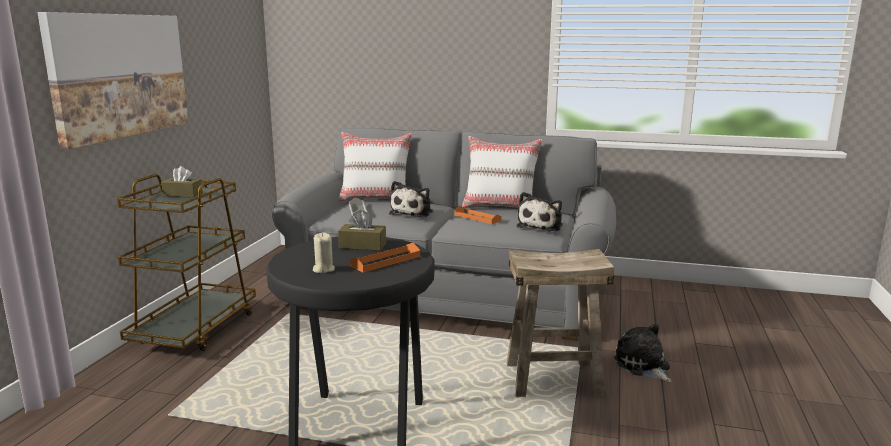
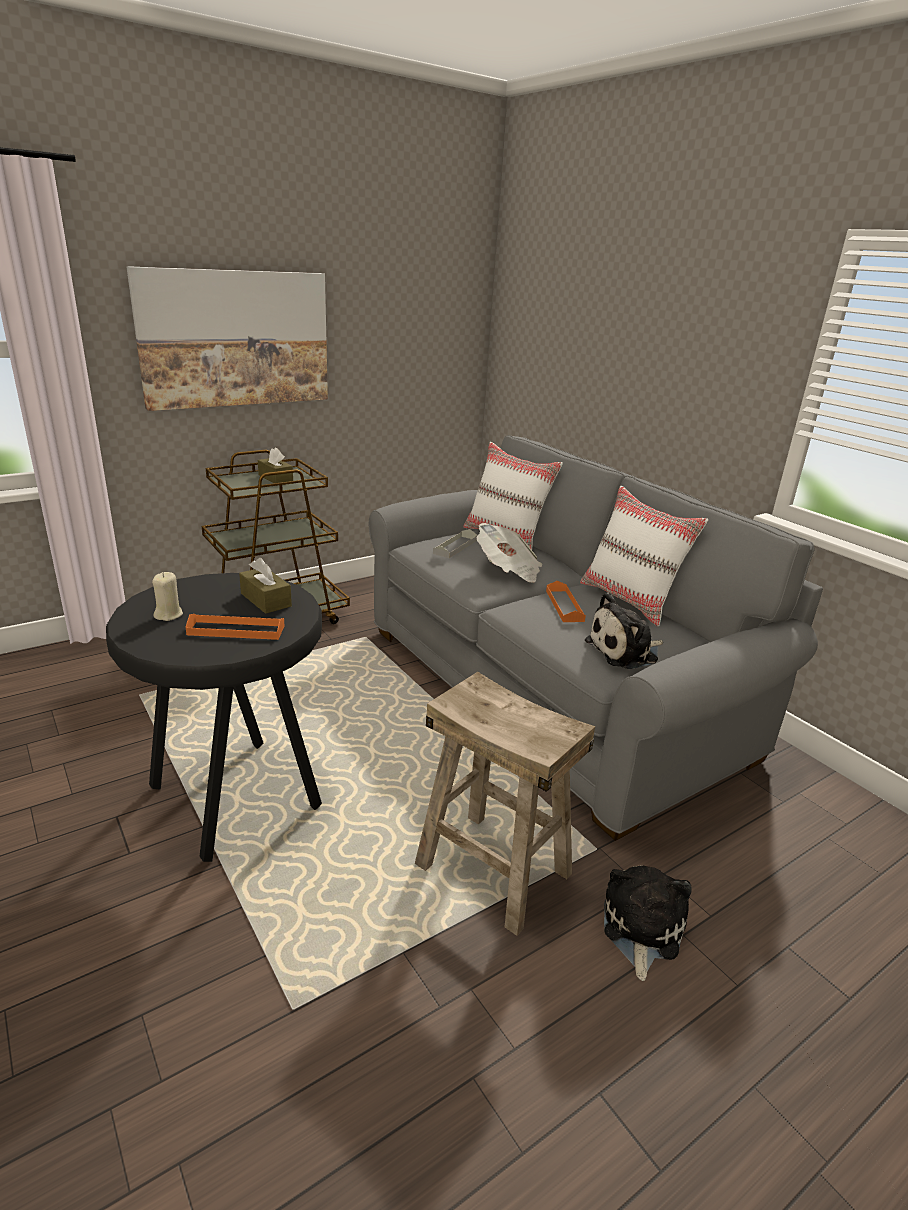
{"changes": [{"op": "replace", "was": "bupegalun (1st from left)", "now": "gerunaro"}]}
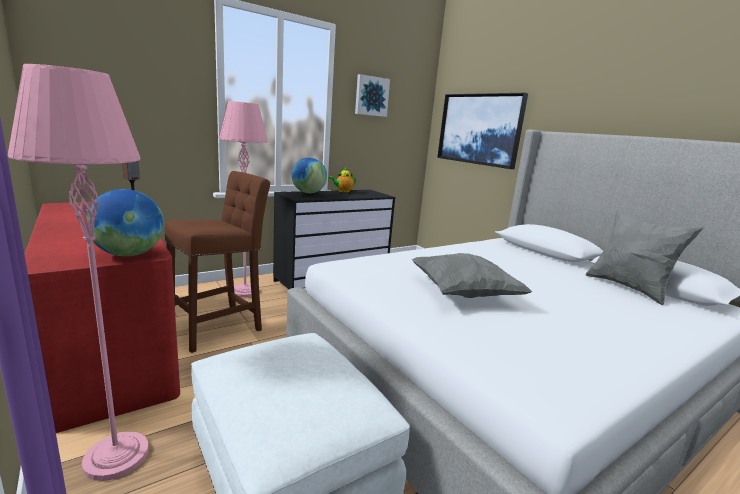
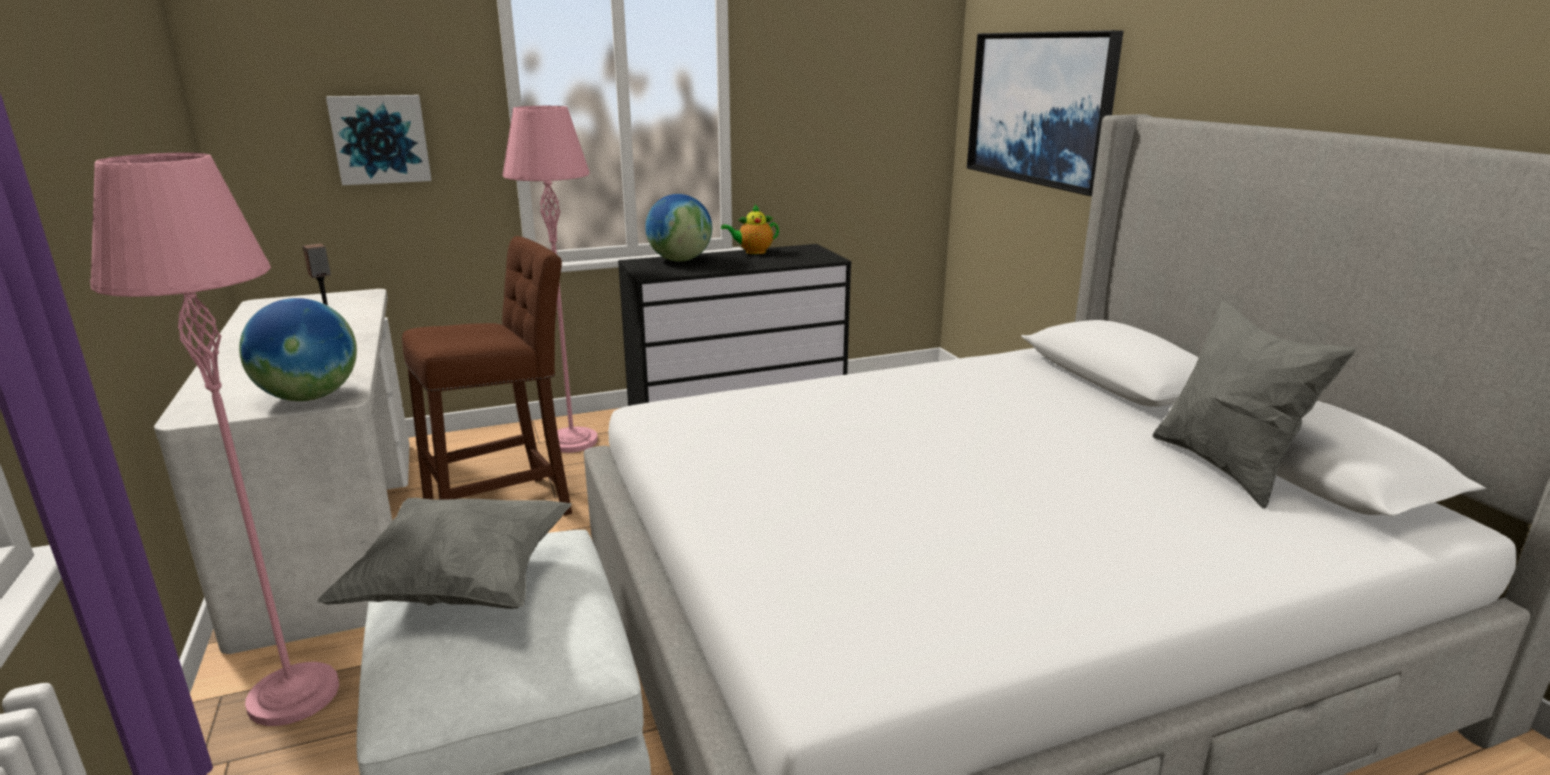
{"changes": [{"op": "move", "was": "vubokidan (1st from left)"}, {"op": "move", "was": "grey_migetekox (1st from left)"}, {"op": "recolor", "was": "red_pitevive", "now": "white_pitevive"}]}
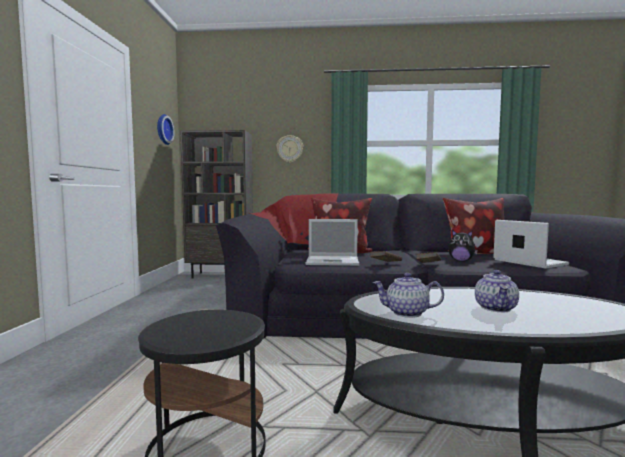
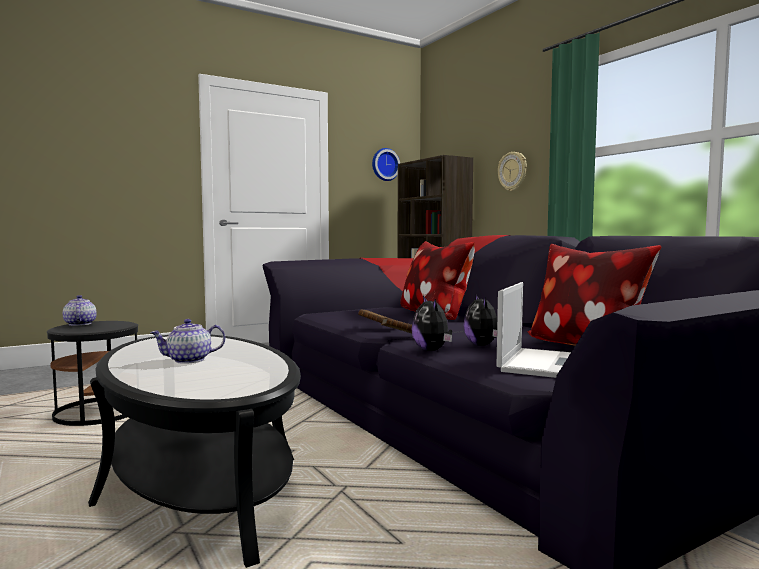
{"changes": [{"op": "delete", "was": "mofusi (1st from left)"}, {"op": "insert", "now": "bupegalun (1st from left)"}, {"op": "move", "was": "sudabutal (1st from left)"}]}
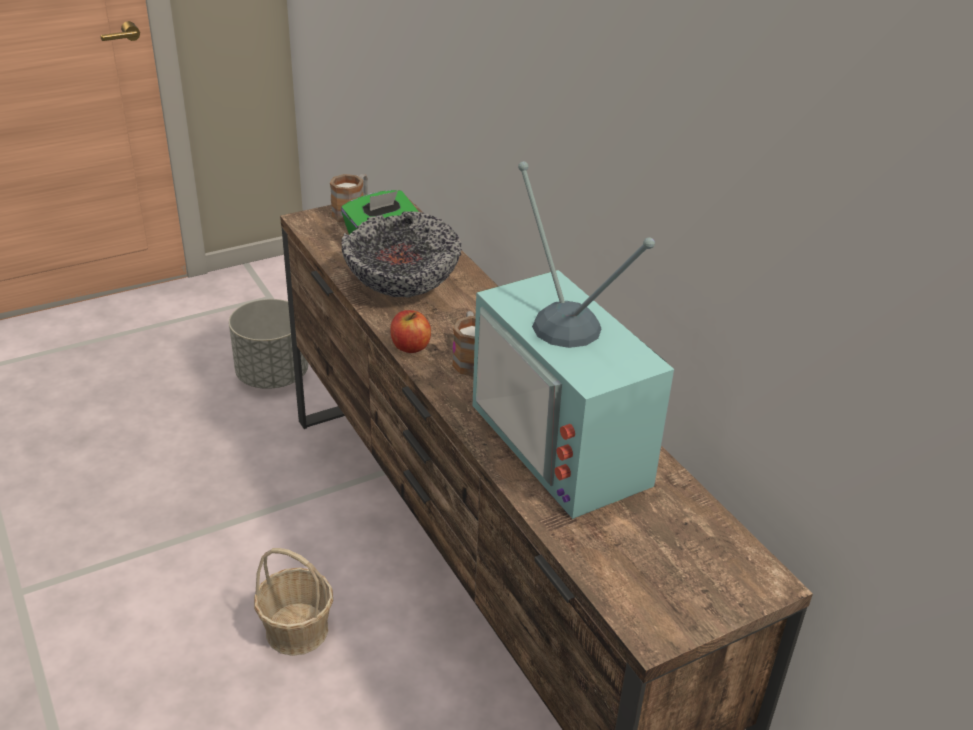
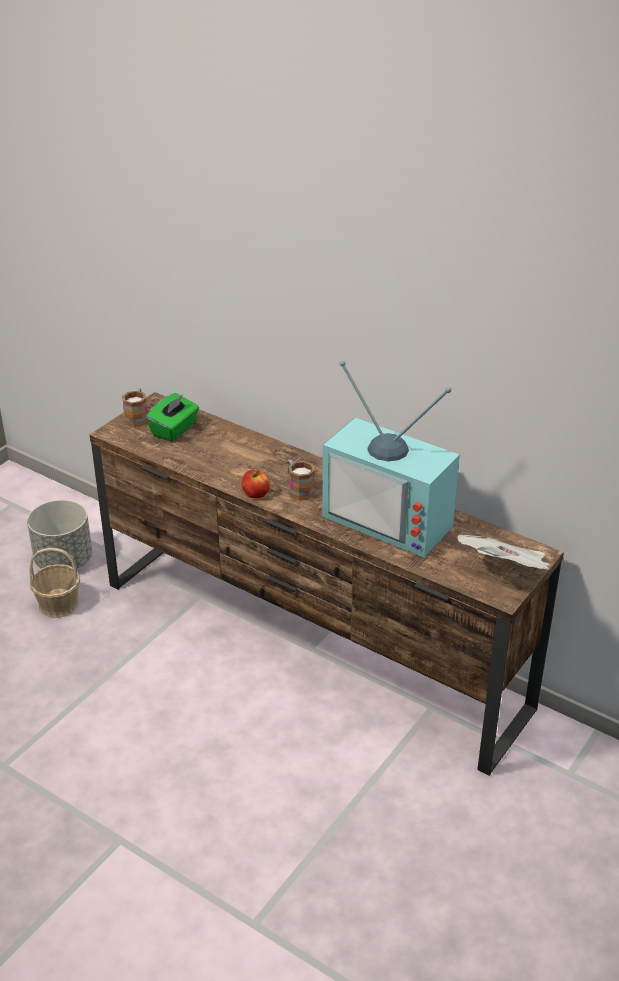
{"changes": [{"op": "delete", "was": "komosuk"}, {"op": "insert", "now": "gerunaro"}, {"op": "move", "was": "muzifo"}]}
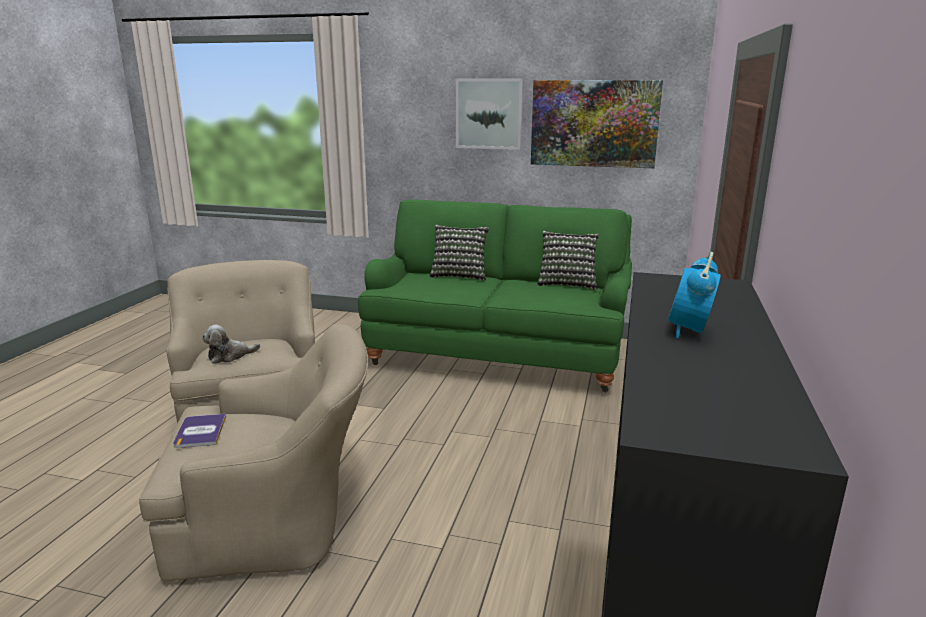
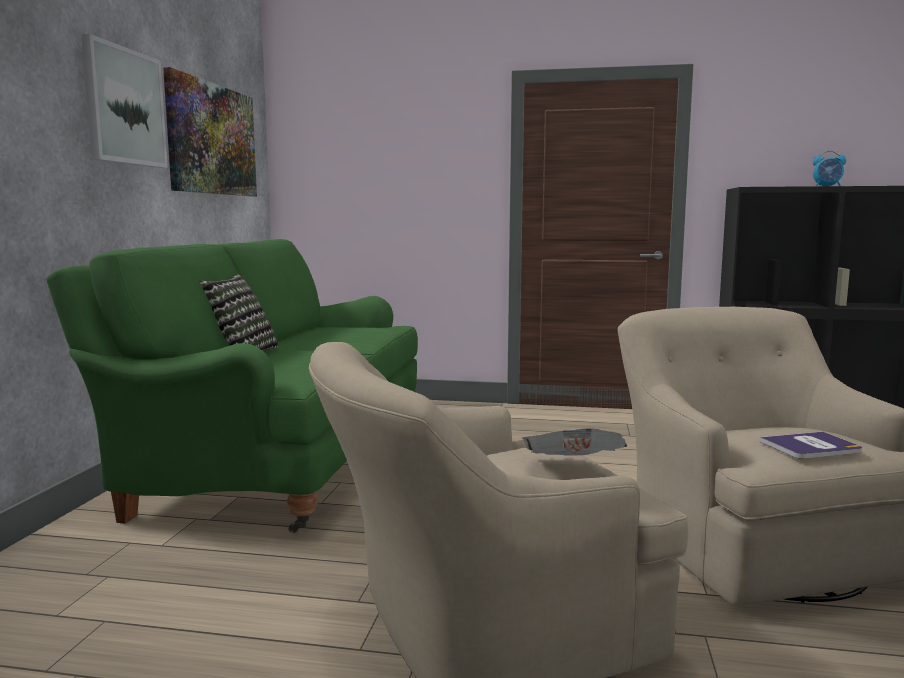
{"changes": [{"op": "delete", "was": "migetekox (2nd from left)"}, {"op": "replace", "was": "bupegalun", "now": "gerunaro"}]}
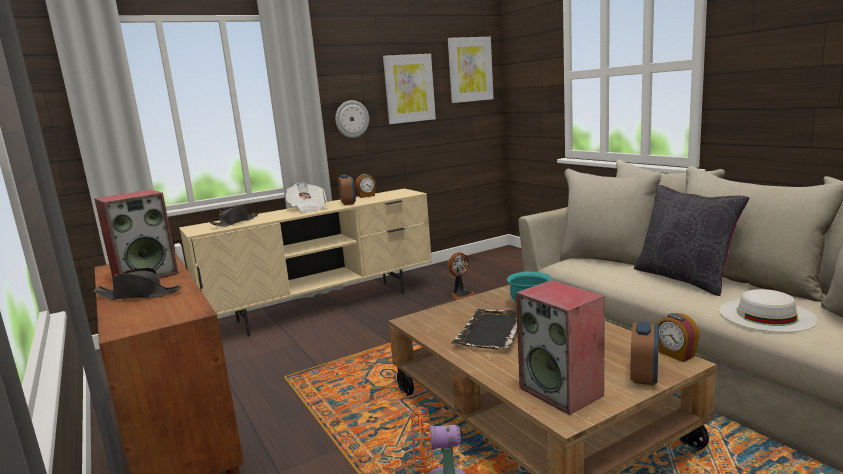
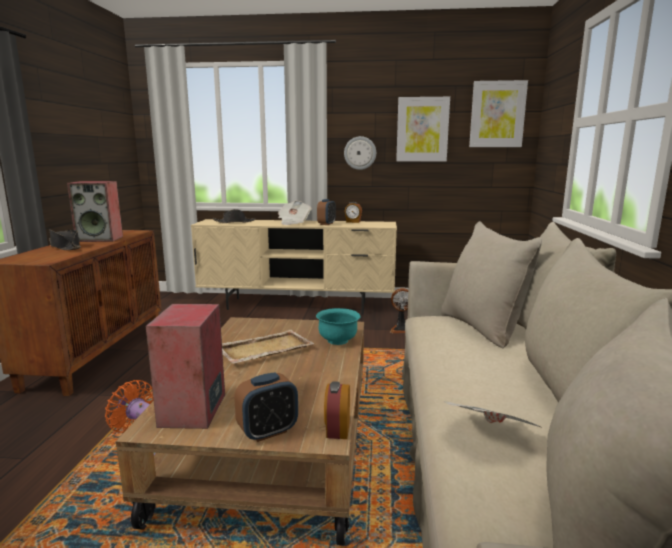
{"changes": [{"op": "delete", "was": "black_migetekox"}, {"op": "replace", "was": "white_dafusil", "now": "gerunaro (2nd from left)"}, {"op": "recolor", "was": "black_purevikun", "now": "beige_purevikun"}]}
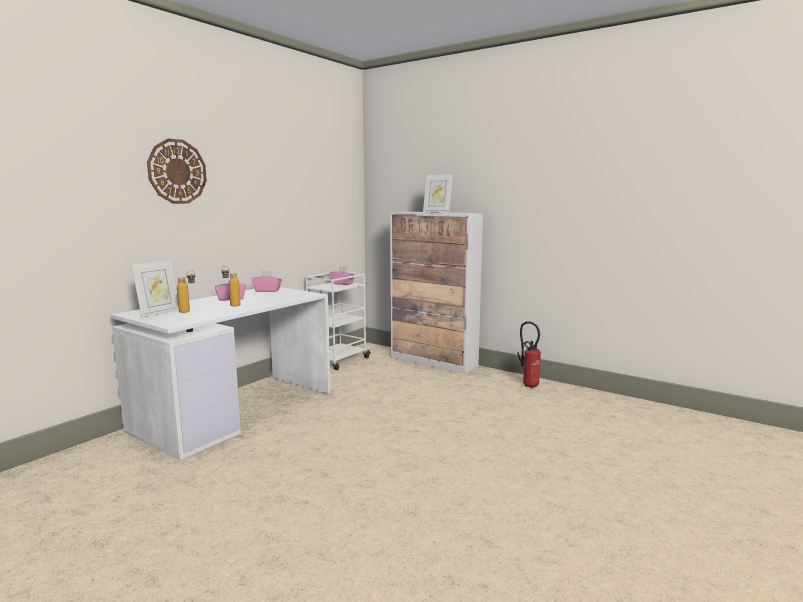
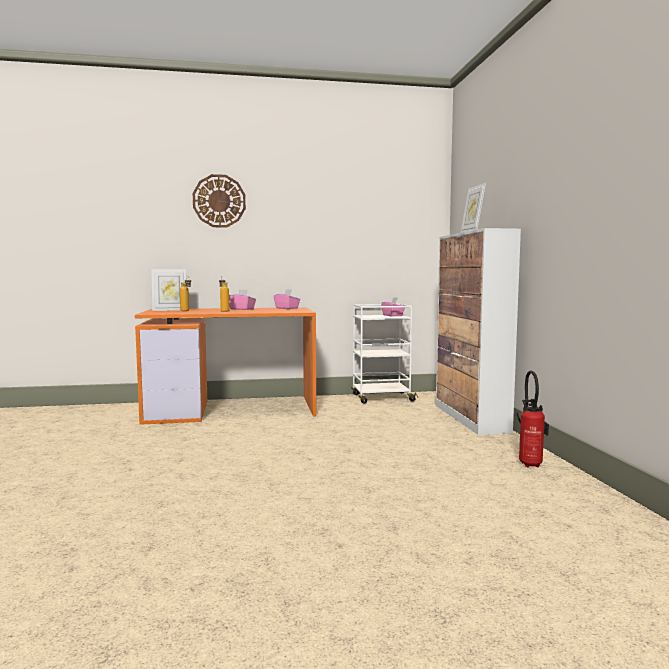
{"changes": [{"op": "recolor", "was": "white_pitevive", "now": "orange_pitevive"}]}
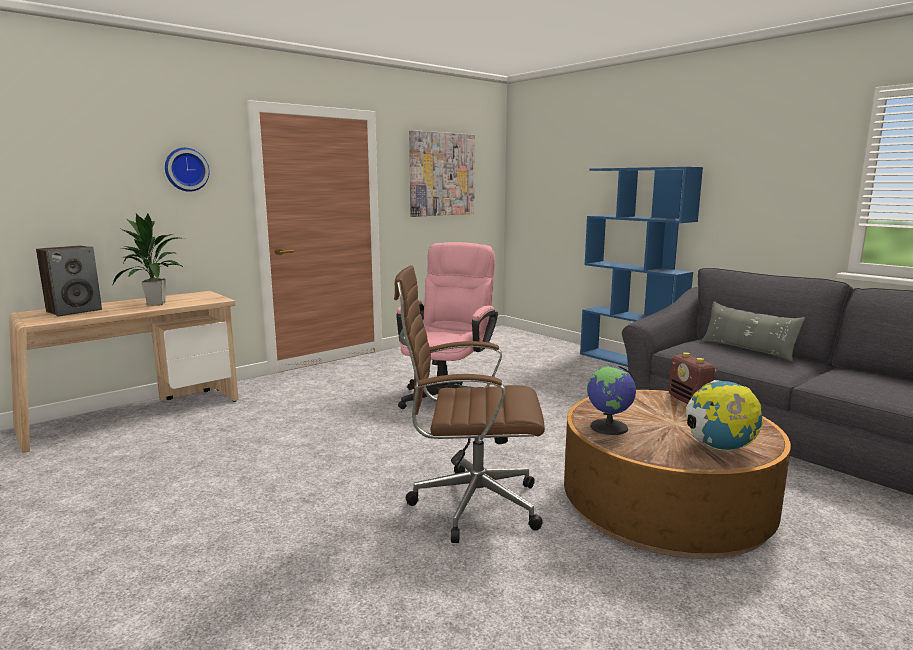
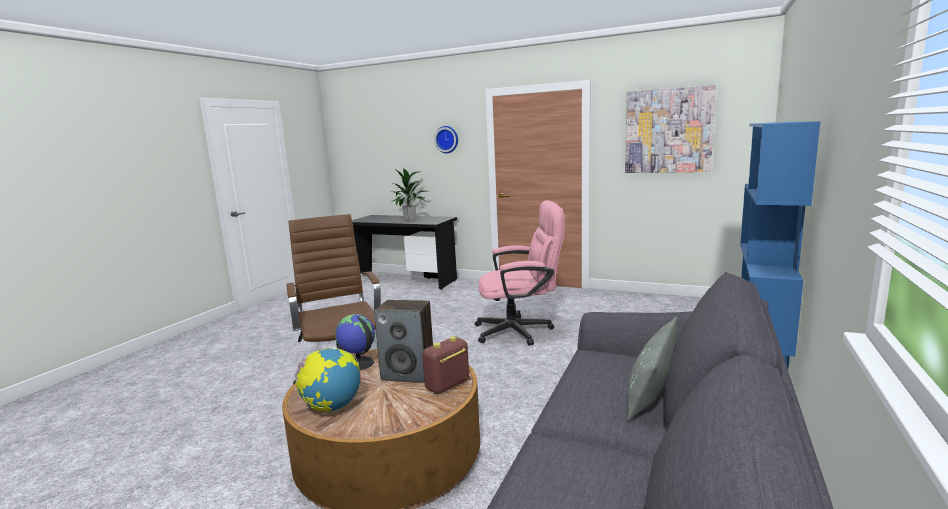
{"changes": [{"op": "move", "was": "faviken"}, {"op": "recolor", "was": "beige_pitevive", "now": "black_pitevive"}]}
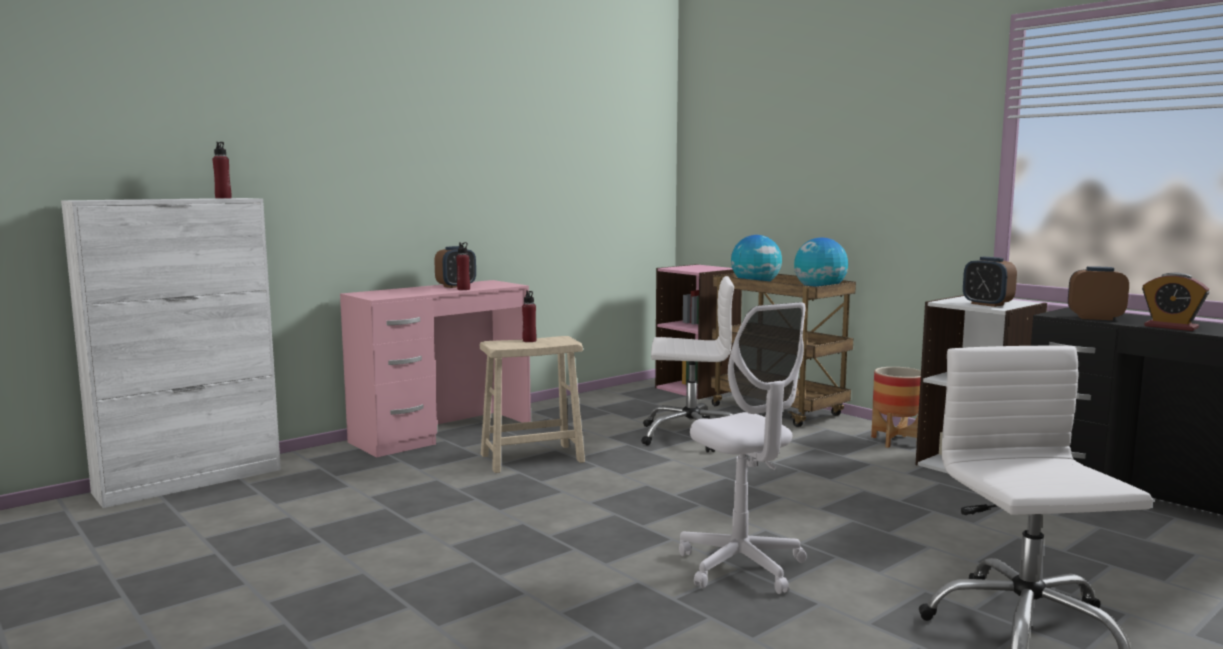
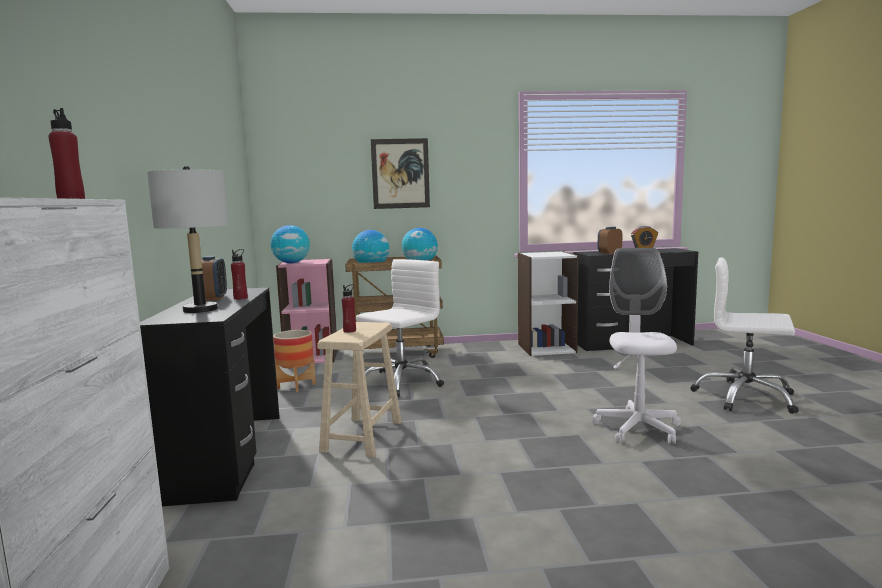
{"changes": [{"op": "delete", "was": "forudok (2nd from left)"}, {"op": "insert", "now": "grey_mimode"}, {"op": "insert", "now": "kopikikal (1st from left)"}, {"op": "insert", "now": "vubokidan"}, {"op": "move", "was": "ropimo"}, {"op": "recolor", "was": "pink_pitevive", "now": "black_pitevive (1st from left)"}, {"op": "rotate", "was": "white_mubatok (2nd from left)", "clockwise": -90}]}
